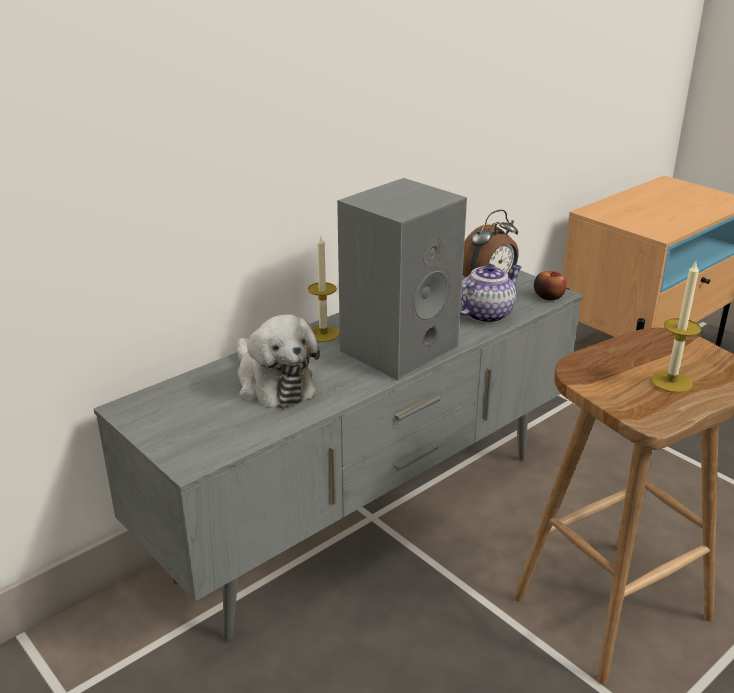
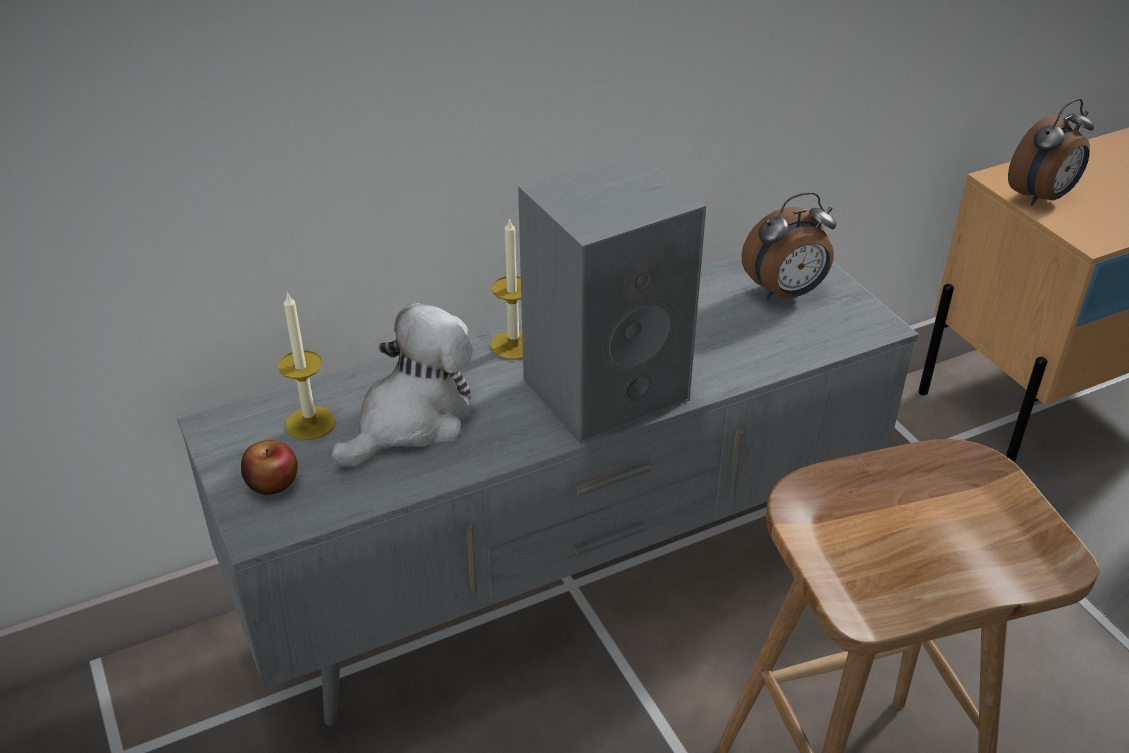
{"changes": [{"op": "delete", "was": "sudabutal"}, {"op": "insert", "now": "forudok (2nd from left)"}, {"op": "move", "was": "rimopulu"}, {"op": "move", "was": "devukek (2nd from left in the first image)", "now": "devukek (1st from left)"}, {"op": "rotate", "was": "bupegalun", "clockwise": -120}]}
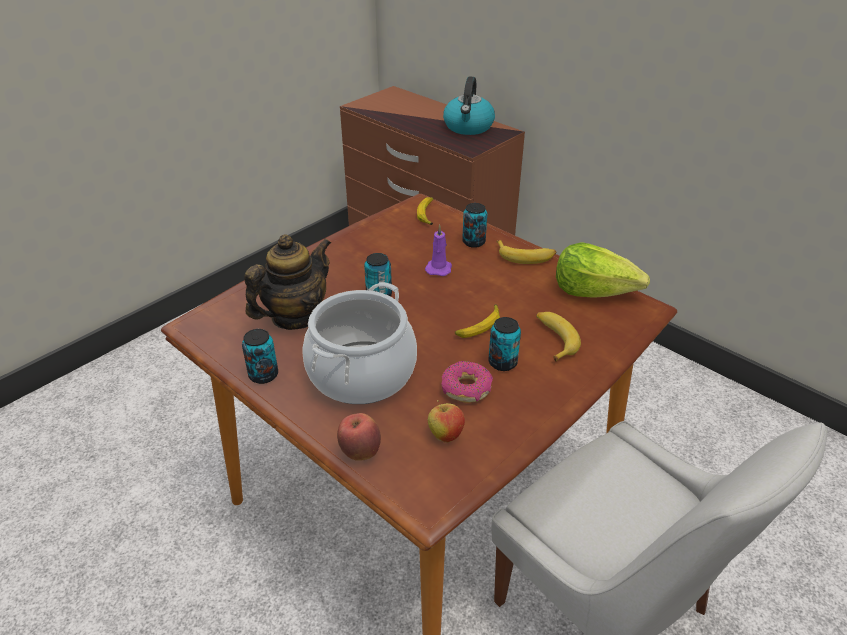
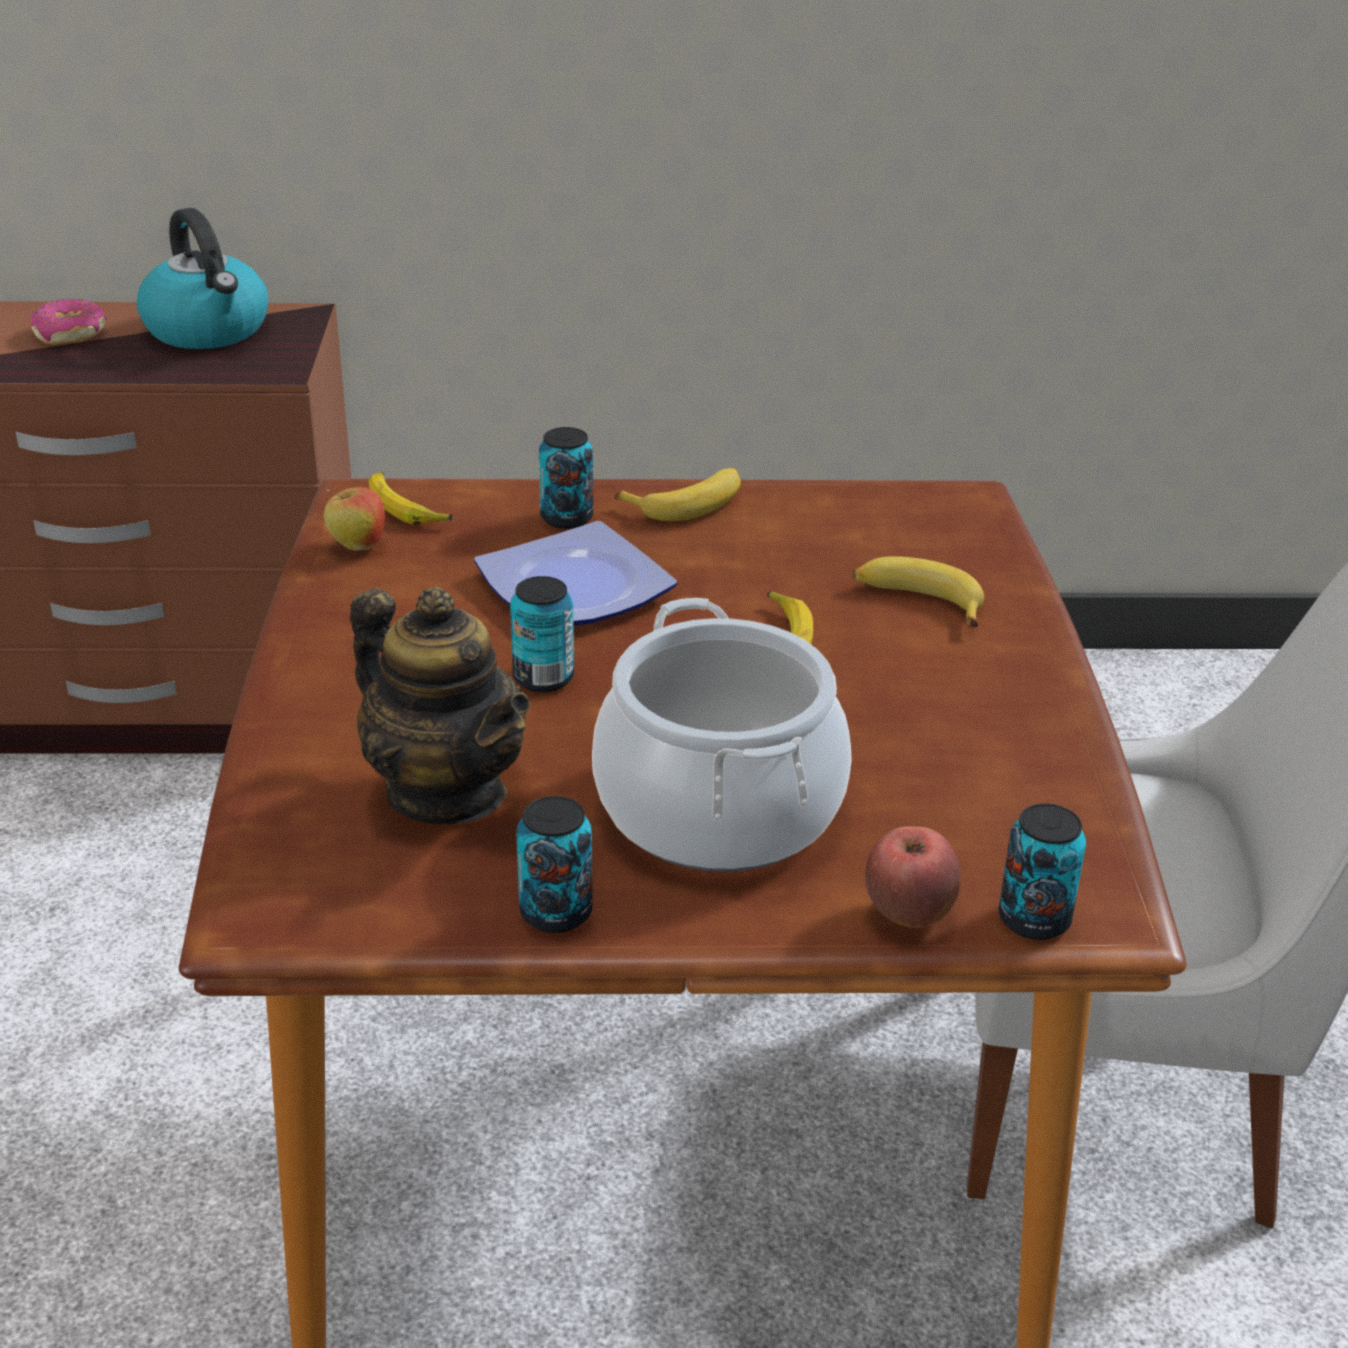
{"changes": [{"op": "delete", "was": "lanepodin"}, {"op": "move", "was": "rimopulu (2nd from left in the first image)", "now": "rimopulu (1st from left)"}, {"op": "move", "was": "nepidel"}, {"op": "move", "was": "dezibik (4th from left)"}, {"op": "replace", "was": "purple_devukek", "now": "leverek"}, {"op": "rotate", "was": "sudabutal", "clockwise": 135}]}
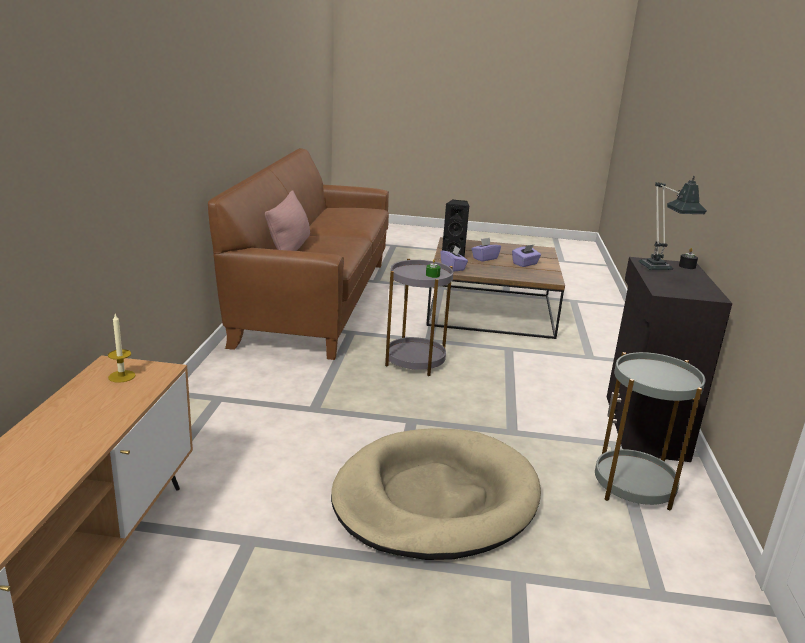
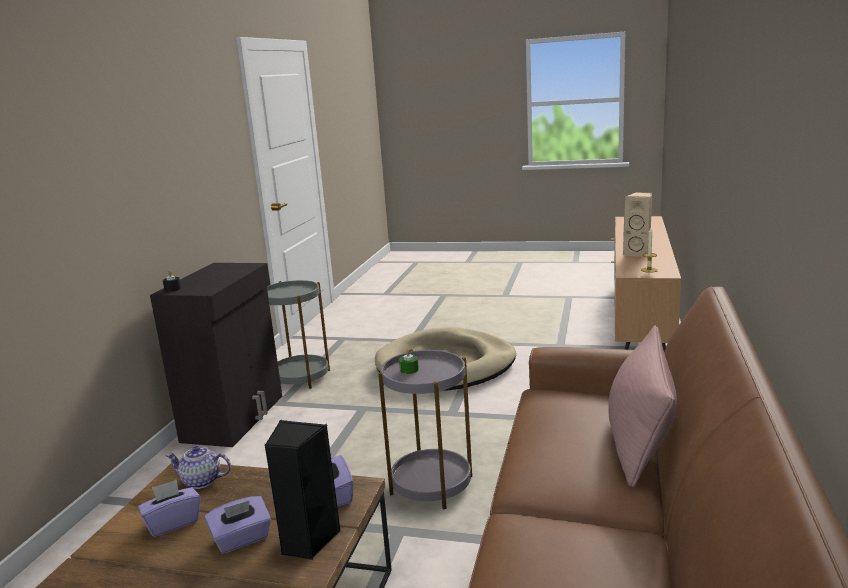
{"changes": [{"op": "delete", "was": "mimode"}, {"op": "insert", "now": "sudabutal"}, {"op": "insert", "now": "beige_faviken"}]}
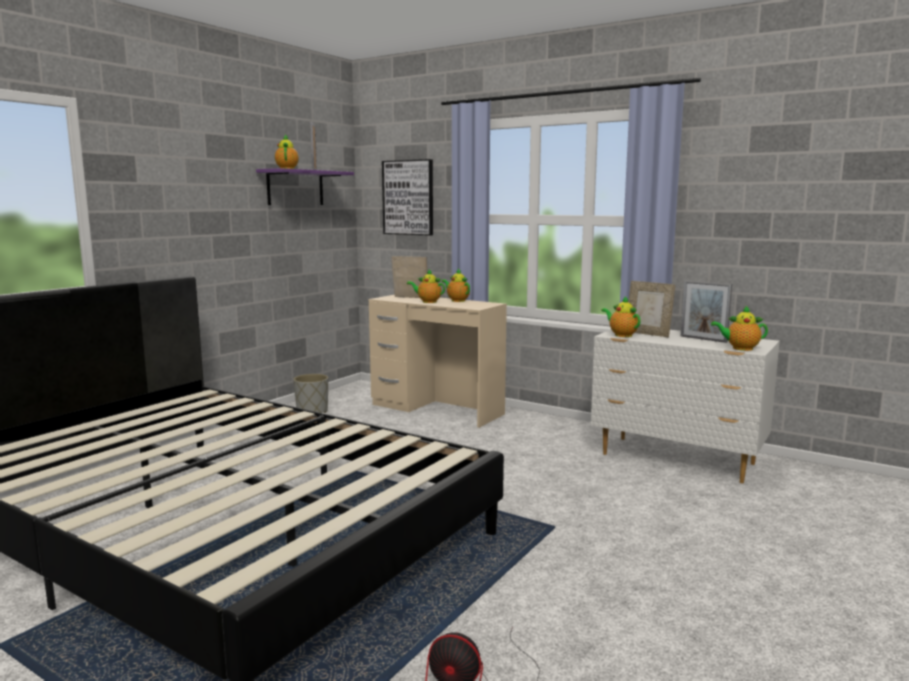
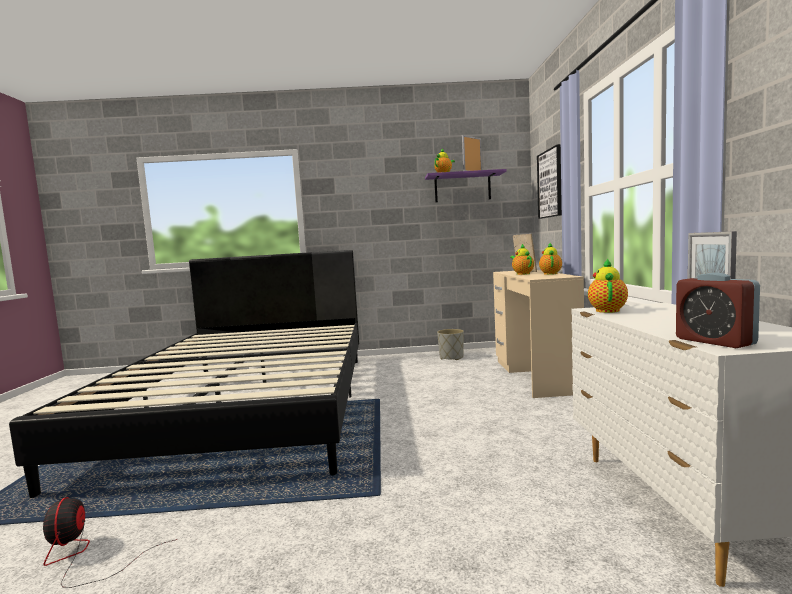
{"changes": [{"op": "delete", "was": "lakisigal (3rd from left)"}, {"op": "replace", "was": "sudabutal (5th from left)", "now": "forudok"}]}
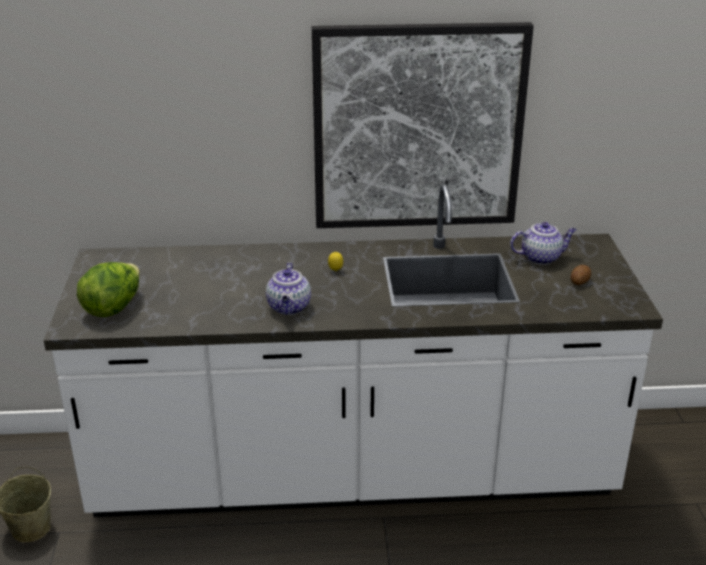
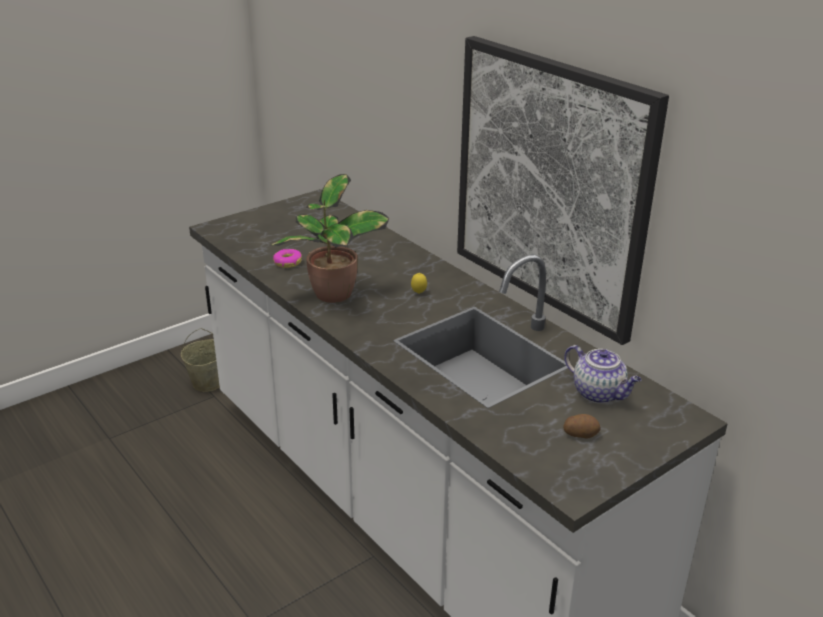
{"changes": [{"op": "delete", "was": "lanepodin"}, {"op": "insert", "now": "nepidel"}, {"op": "replace", "was": "sudabutal (1st from left)", "now": "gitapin"}]}
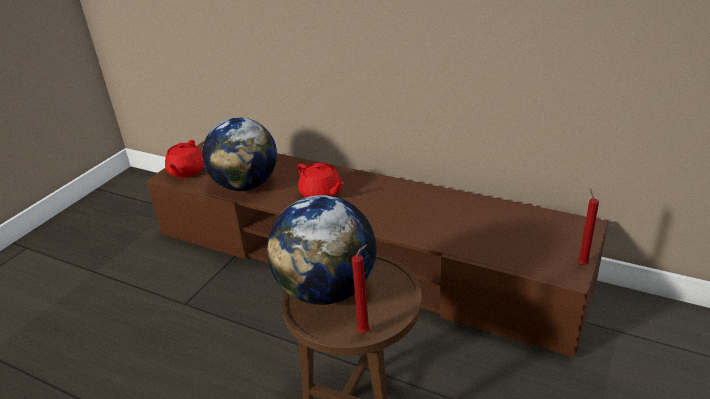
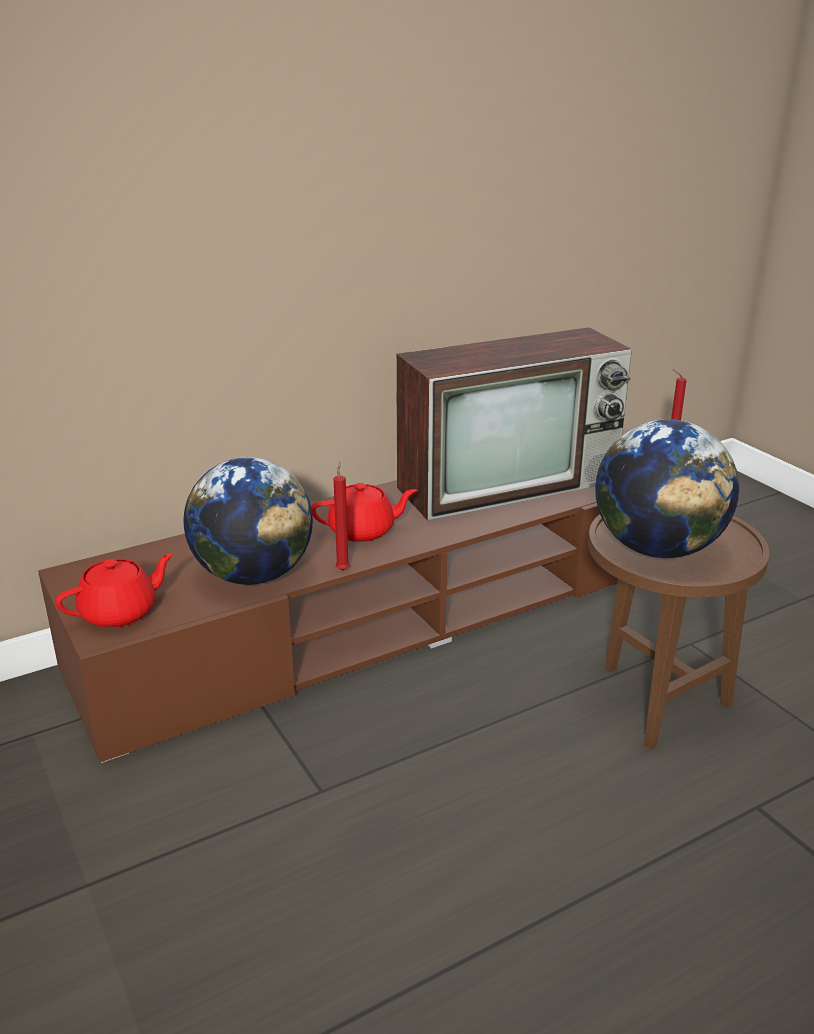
{"changes": [{"op": "insert", "now": "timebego"}, {"op": "move", "was": "red_devukek (1st from left)"}, {"op": "rotate", "was": "red_sudabutal (1st from left)", "clockwise": -75}]}
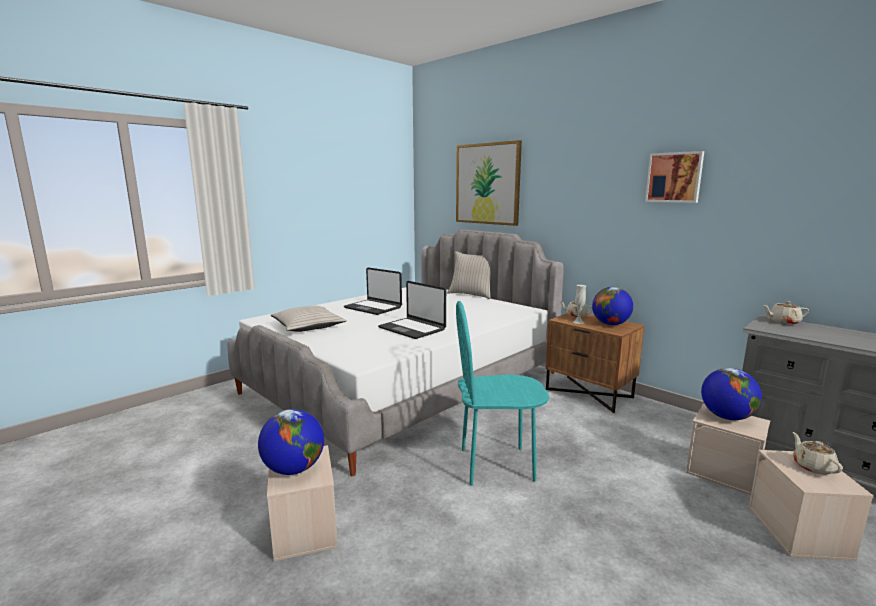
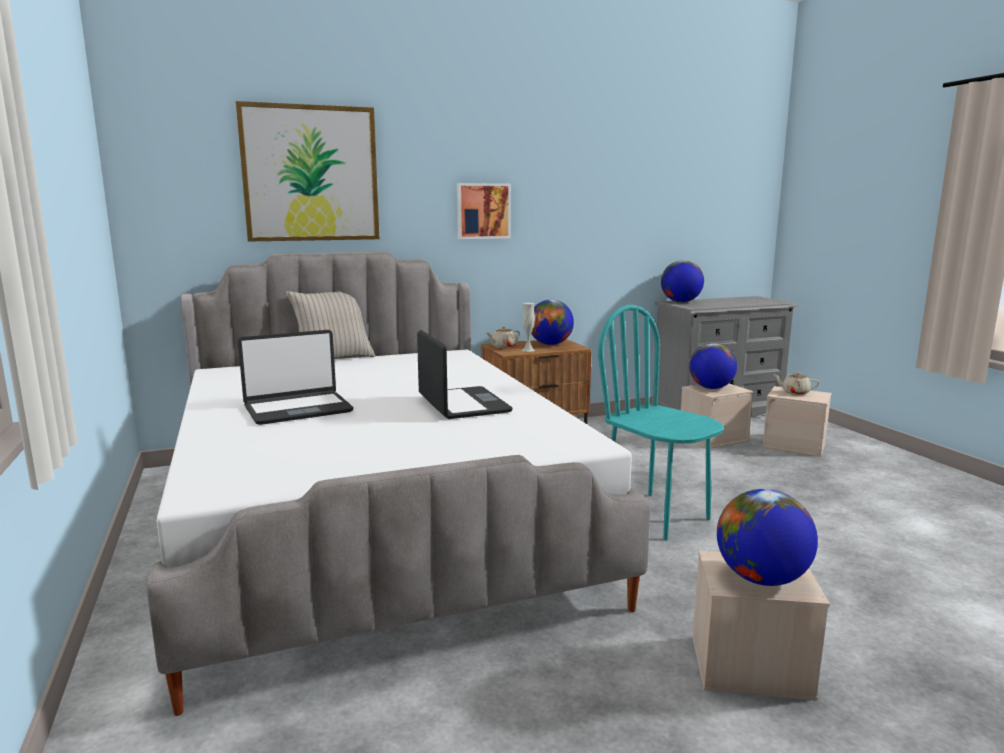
{"changes": [{"op": "delete", "was": "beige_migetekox (1st from left)"}, {"op": "move", "was": "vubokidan (2nd from left)"}, {"op": "replace", "was": "beige_sudabutal (2nd from left)", "now": "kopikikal (2nd from left)"}, {"op": "rotate", "was": "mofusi (2nd from left)", "clockwise": -90}, {"op": "rotate", "was": "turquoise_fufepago", "clockwise": 120}]}
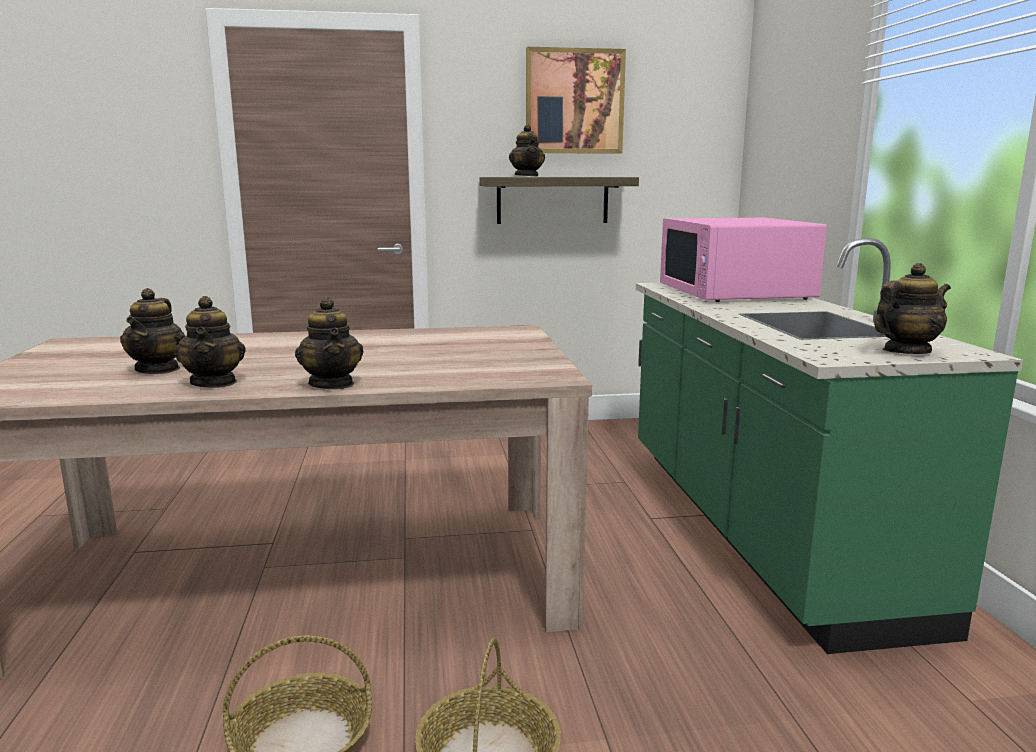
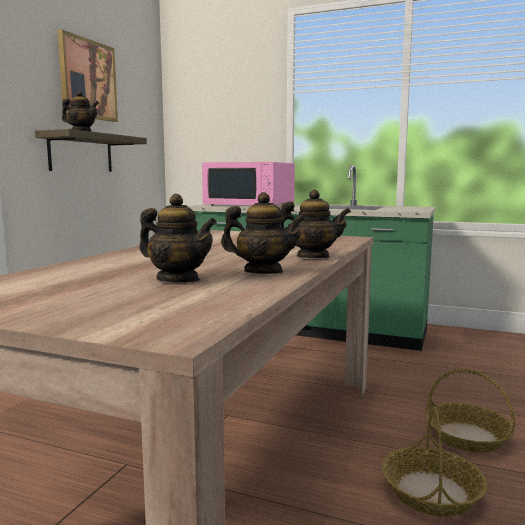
{"changes": [{"op": "delete", "was": "sudabutal (5th from left)"}]}
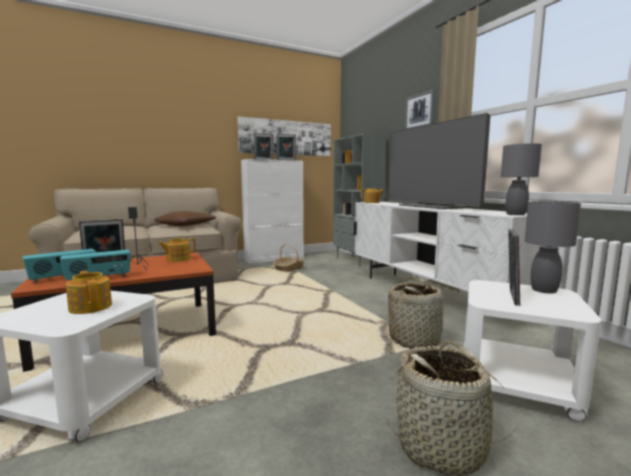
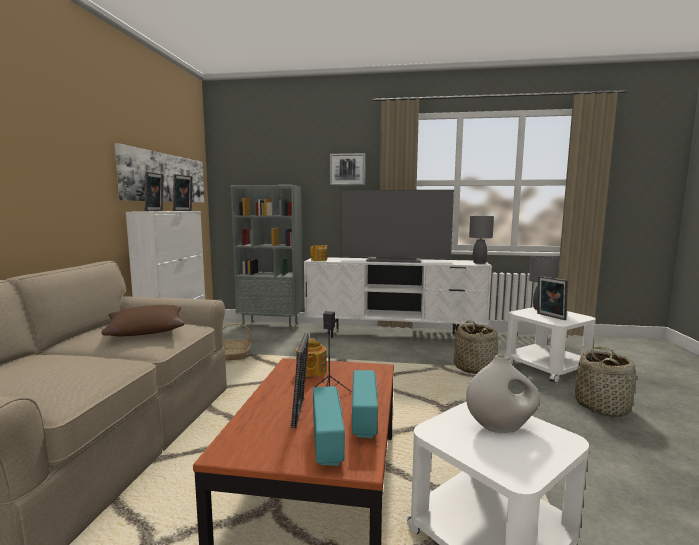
{"changes": [{"op": "replace", "was": "sudabutal (1st from left)", "now": "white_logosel"}]}
